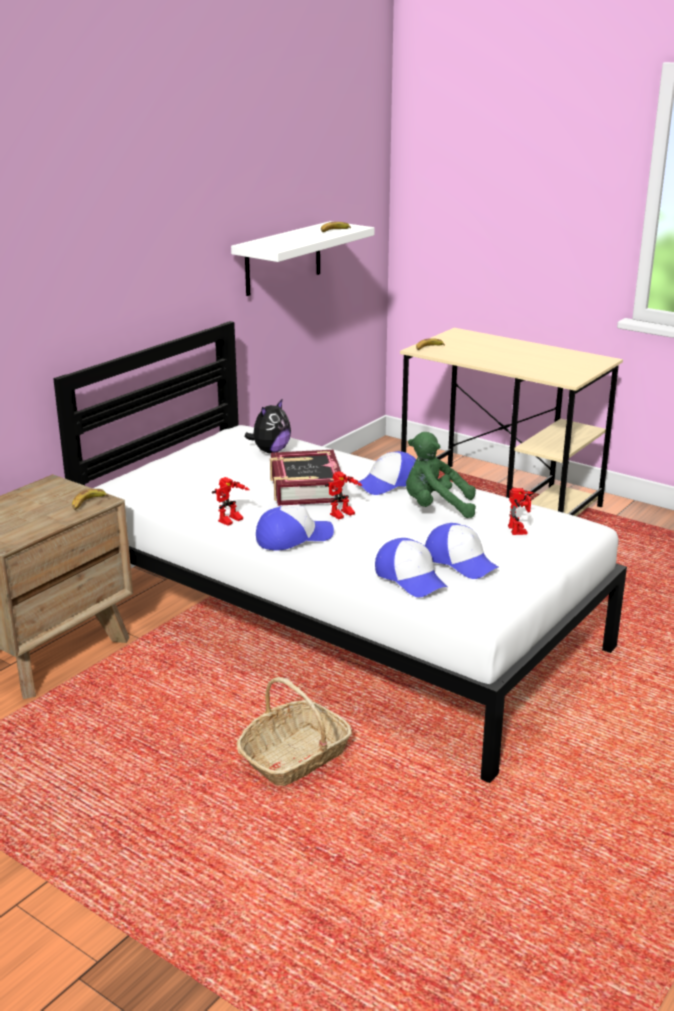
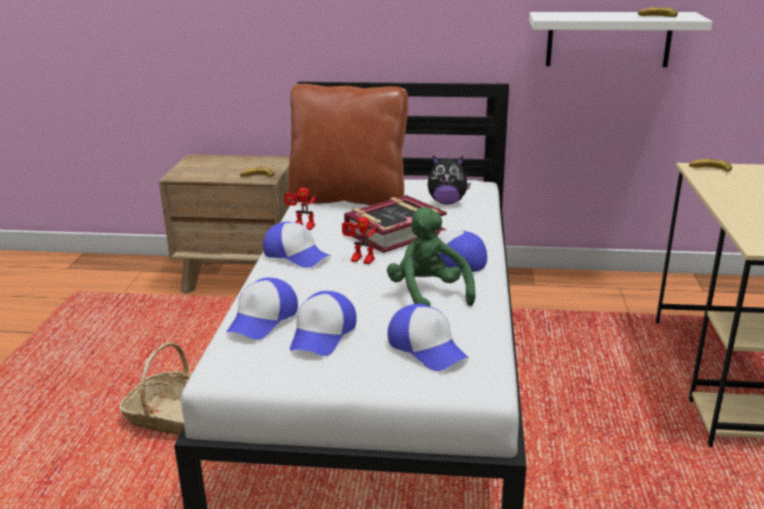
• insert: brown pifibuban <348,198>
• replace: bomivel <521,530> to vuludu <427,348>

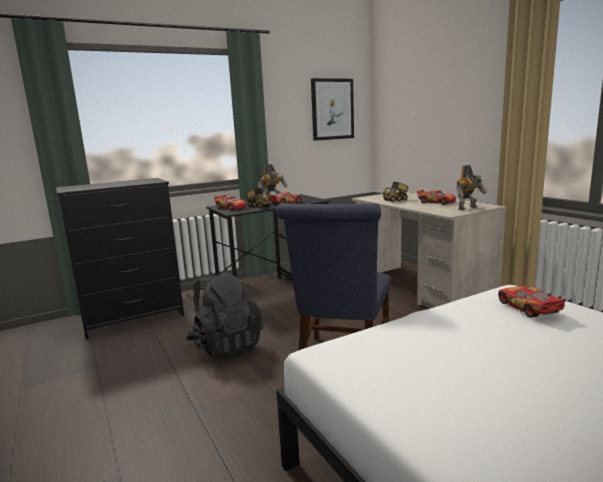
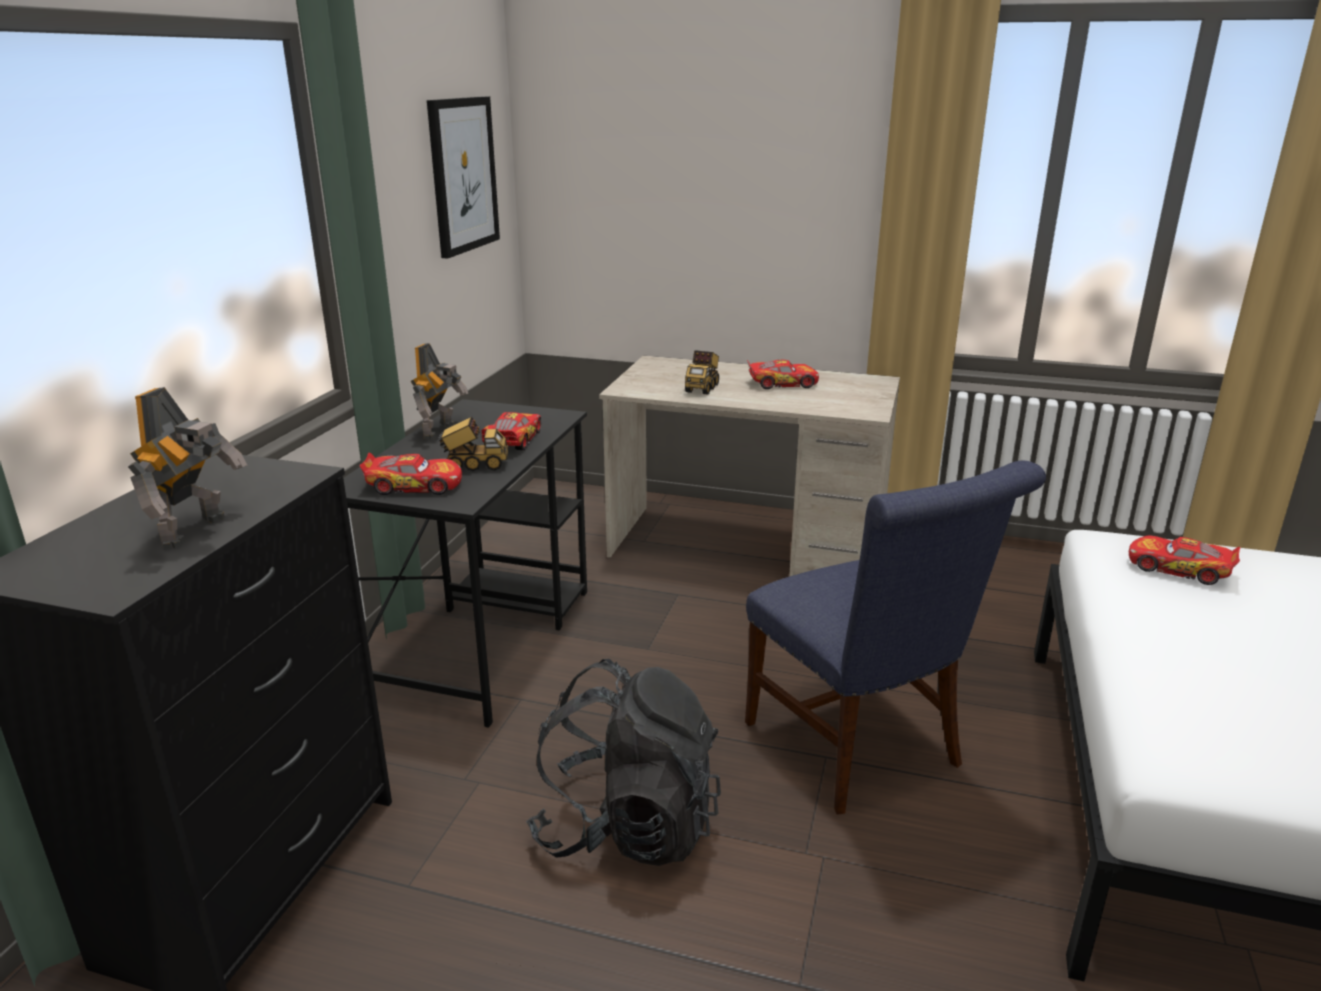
• move: bomivel <468,208> to <198,531>

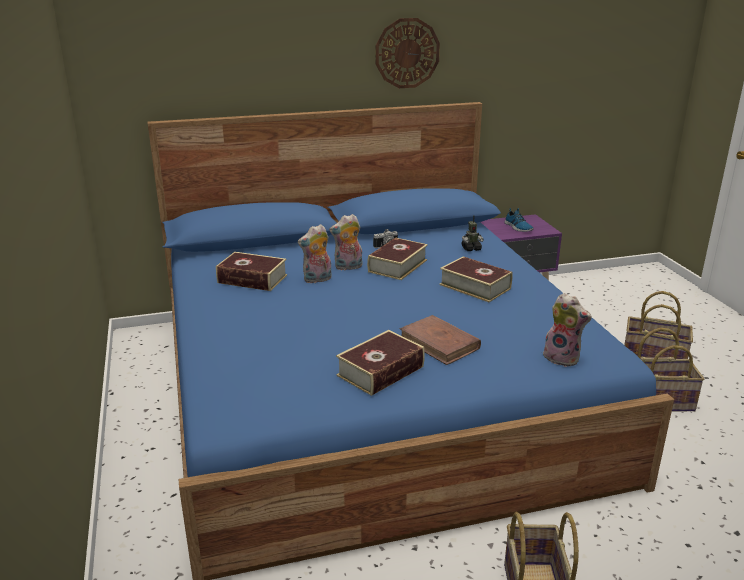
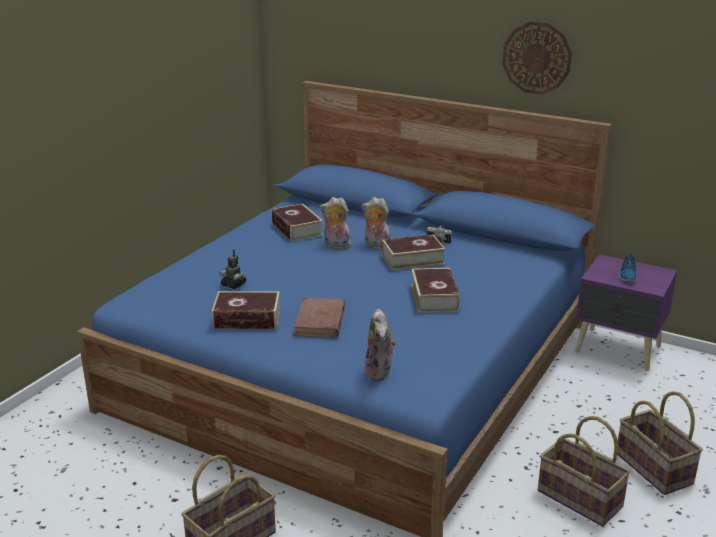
• move: bomivel <471,248> to <233,284>

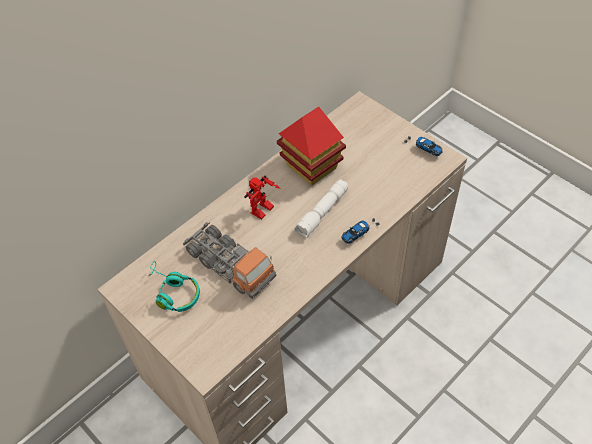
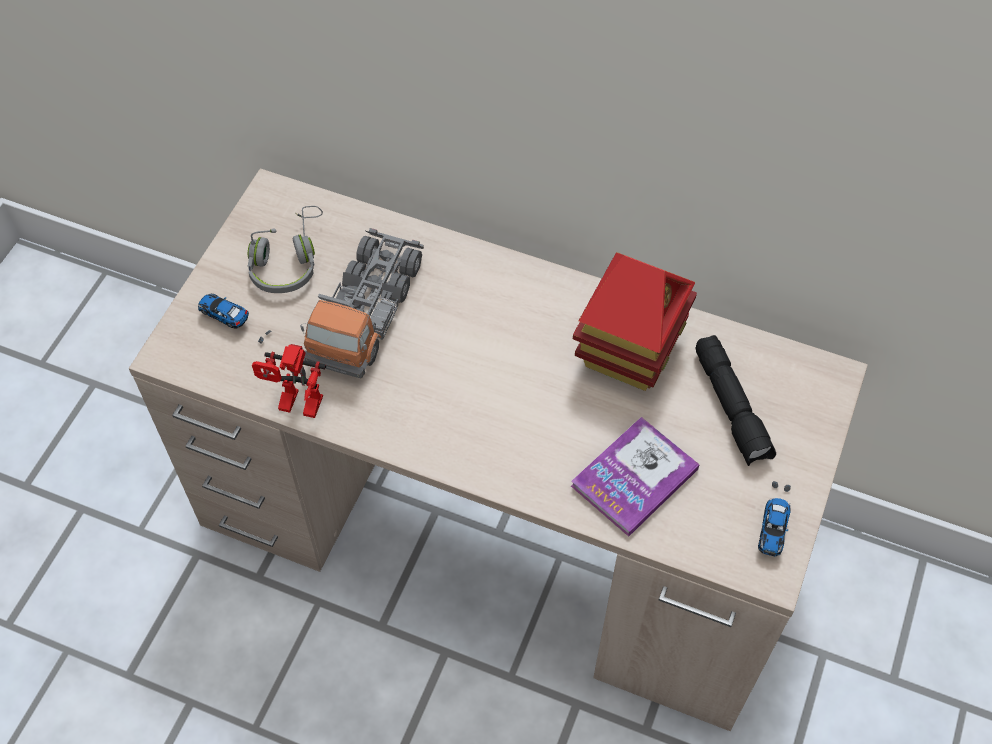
• delete: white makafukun <322,213>
• insert: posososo <634,477>
• insert: black makafukun <732,407>
• move: bomivel <263,212> to <296,407>
• move: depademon <360,233> to <235,323>
• recolor: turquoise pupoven <173,292> to grey pupoven <287,260>

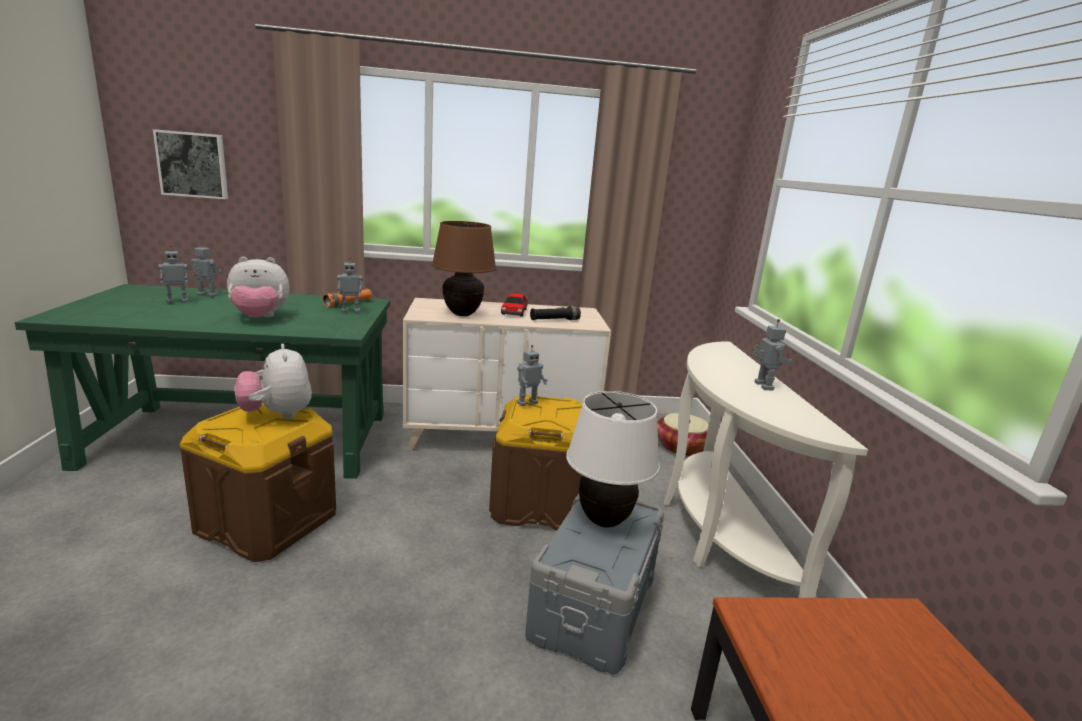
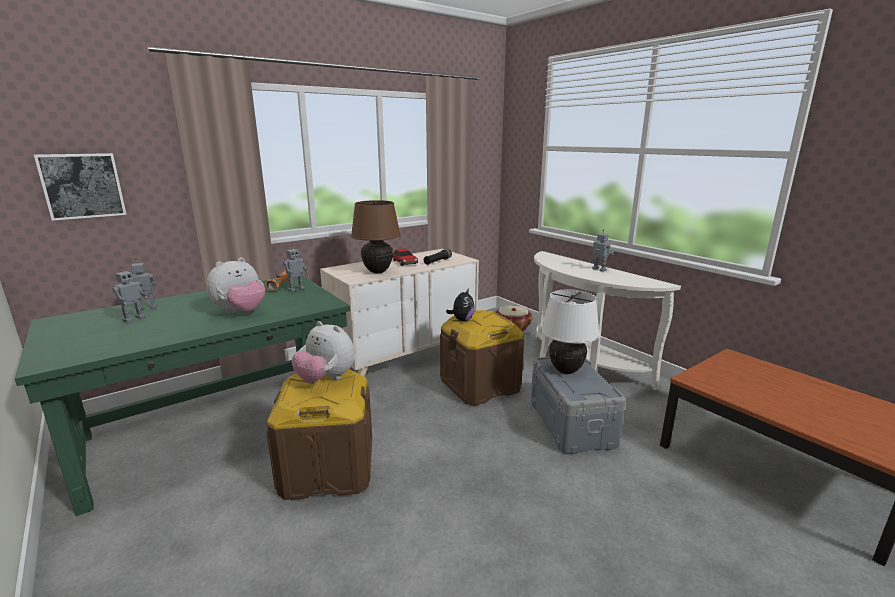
• replace: bomivel <526,403> to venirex <462,320>

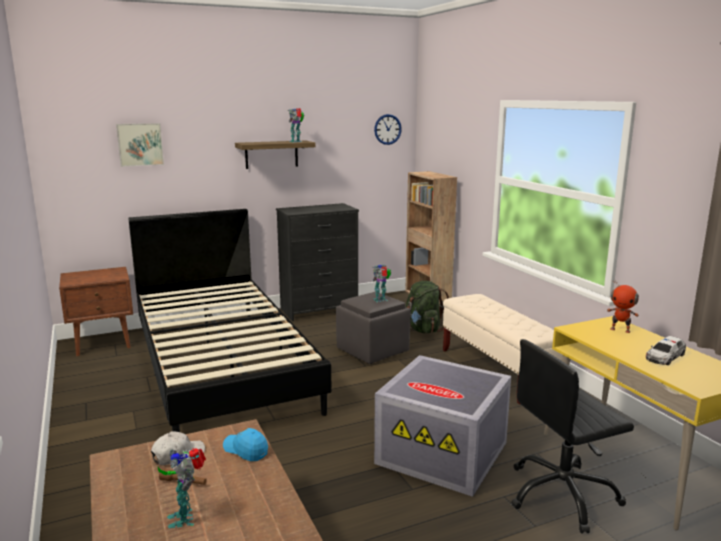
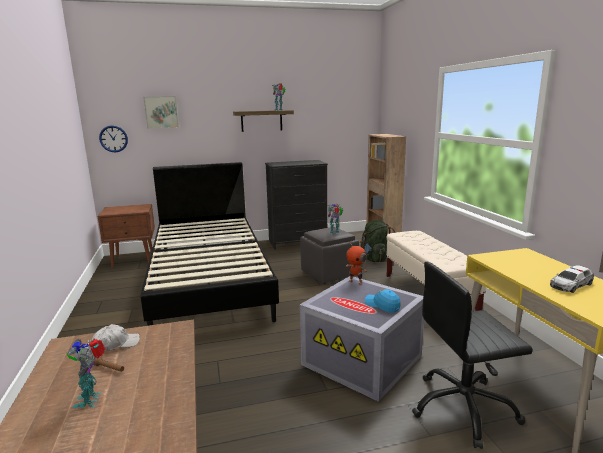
• move: blue vuludu <246,450> to <382,305>
• move: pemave <387,129> to <113,139>
• move: bomivel <620,330> to <356,282>

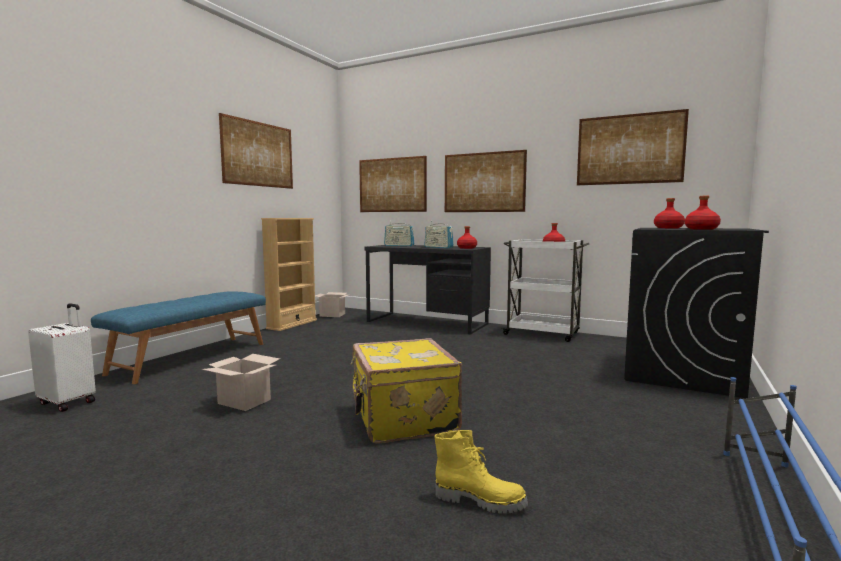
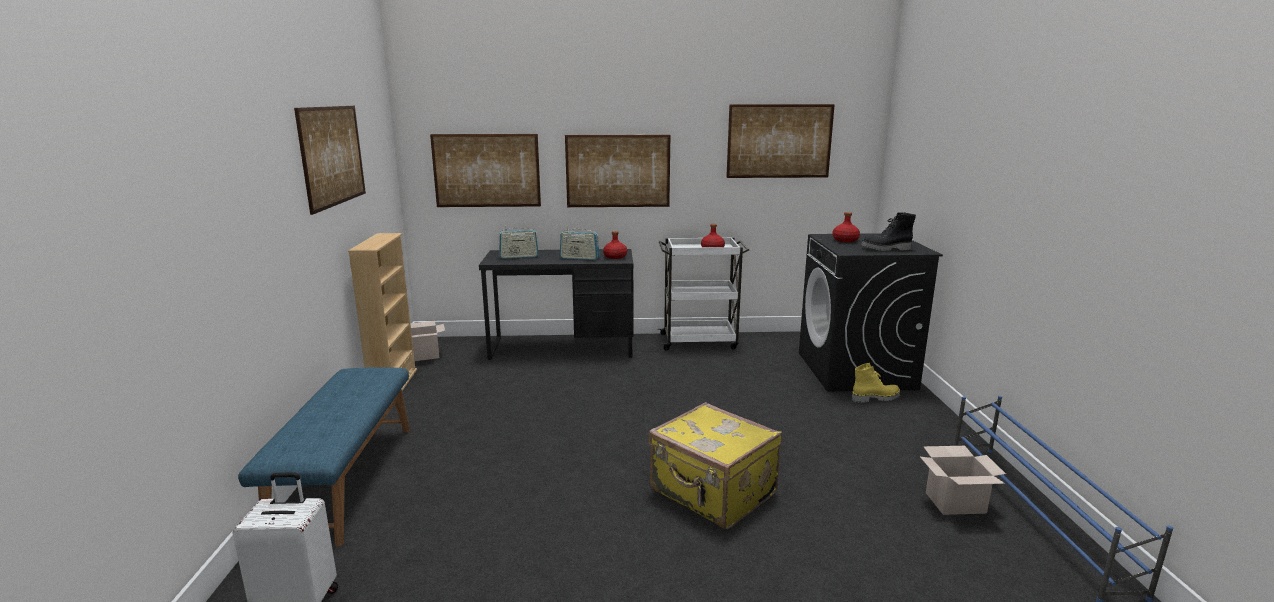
• move: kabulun <245,401> to <956,502>
• move: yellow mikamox <480,500> to <875,398>
• replace: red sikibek <702,229> to black mikamox <886,249>

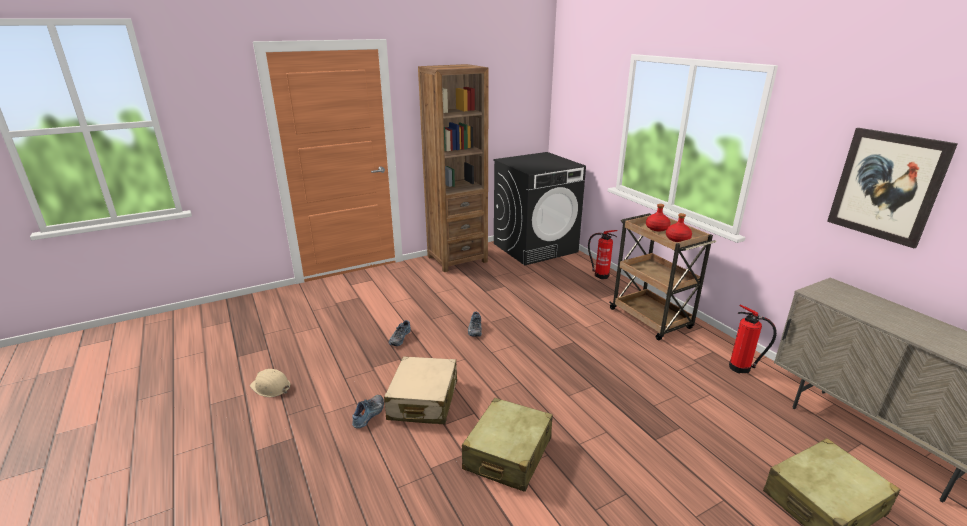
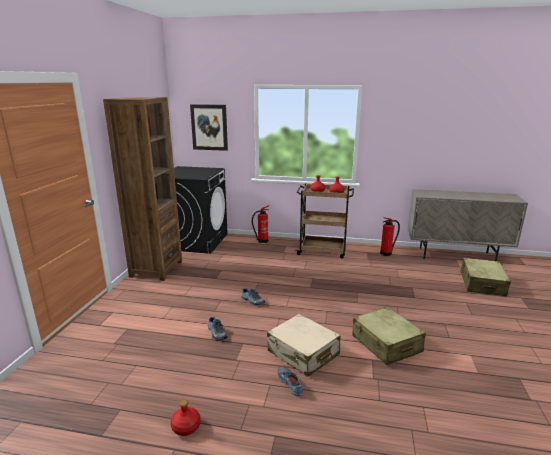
• move: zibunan <886,186> to <209,127>
• replace: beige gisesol <271,387> to red sikibek <186,427>

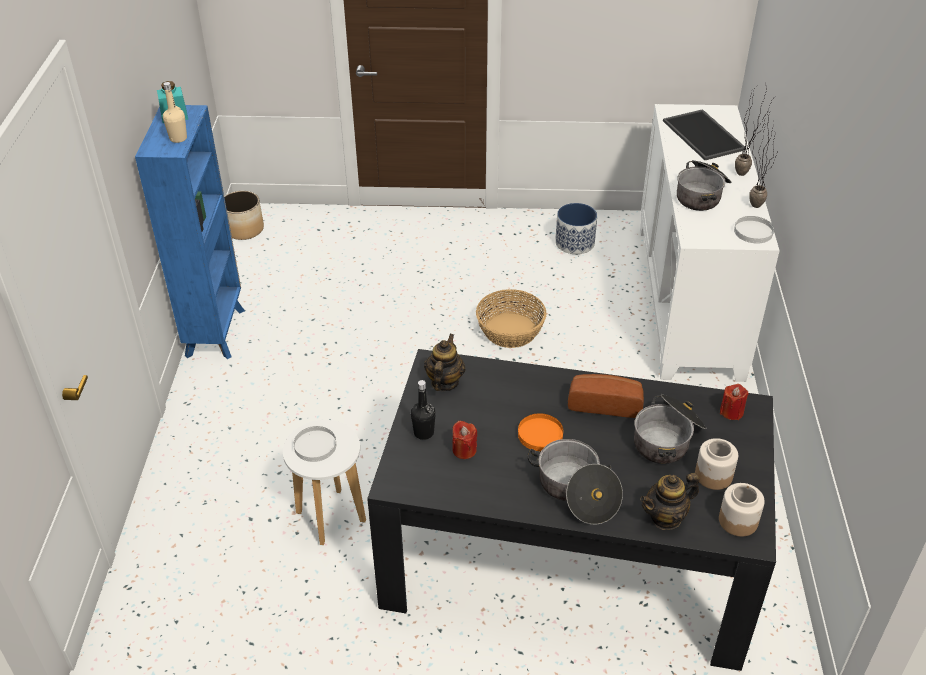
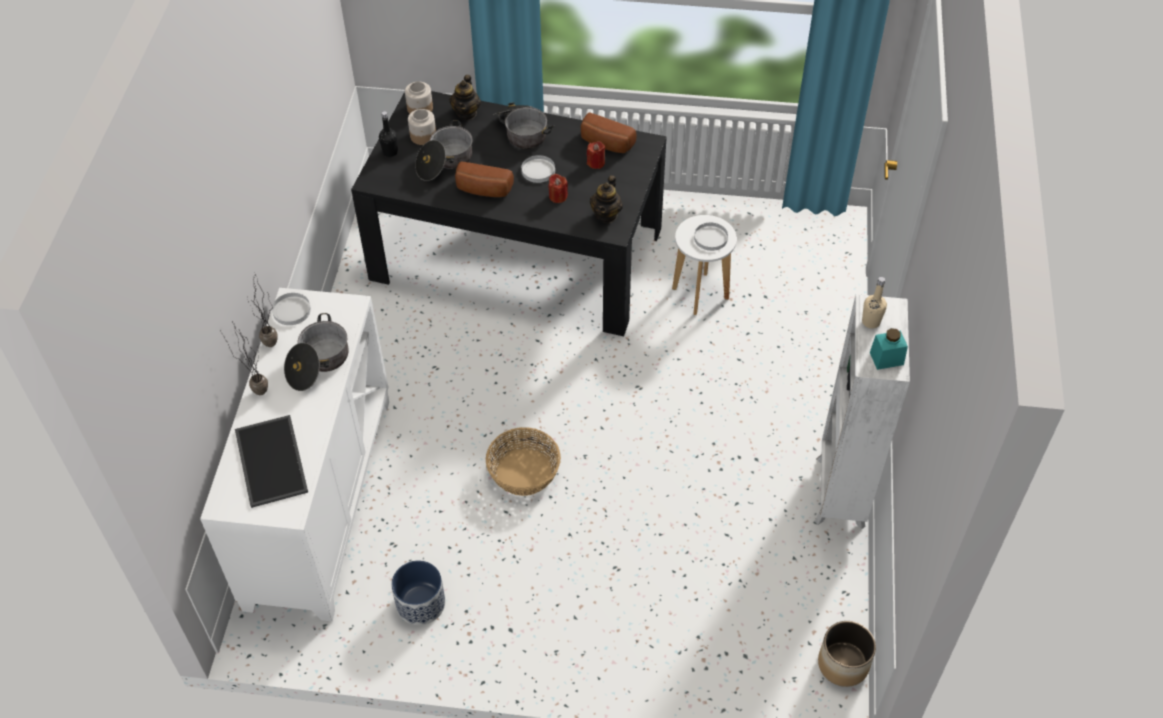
• insert: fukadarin <605,144>
• move: black sikibek <423,433> to <390,152>
• move: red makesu <731,412> to <558,196>
• recolor: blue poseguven <216,331> to white poseguven <839,494>
• recolor: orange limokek <540,434> to white limokek <538,171>
• rotate: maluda <666,517> = <466,113> 120 degrees clockwise

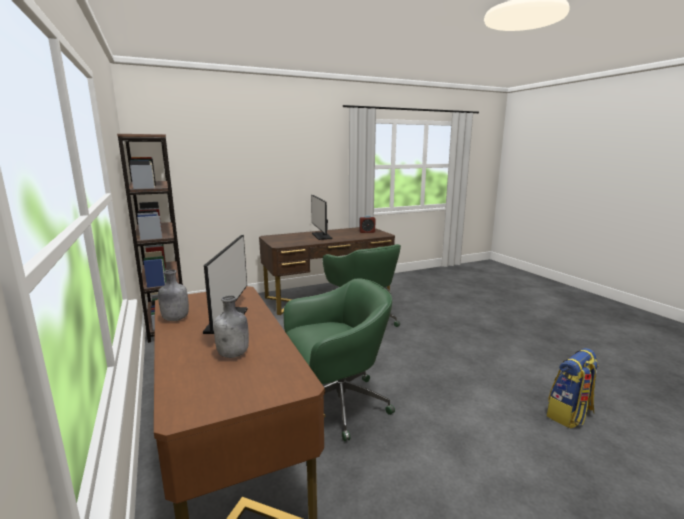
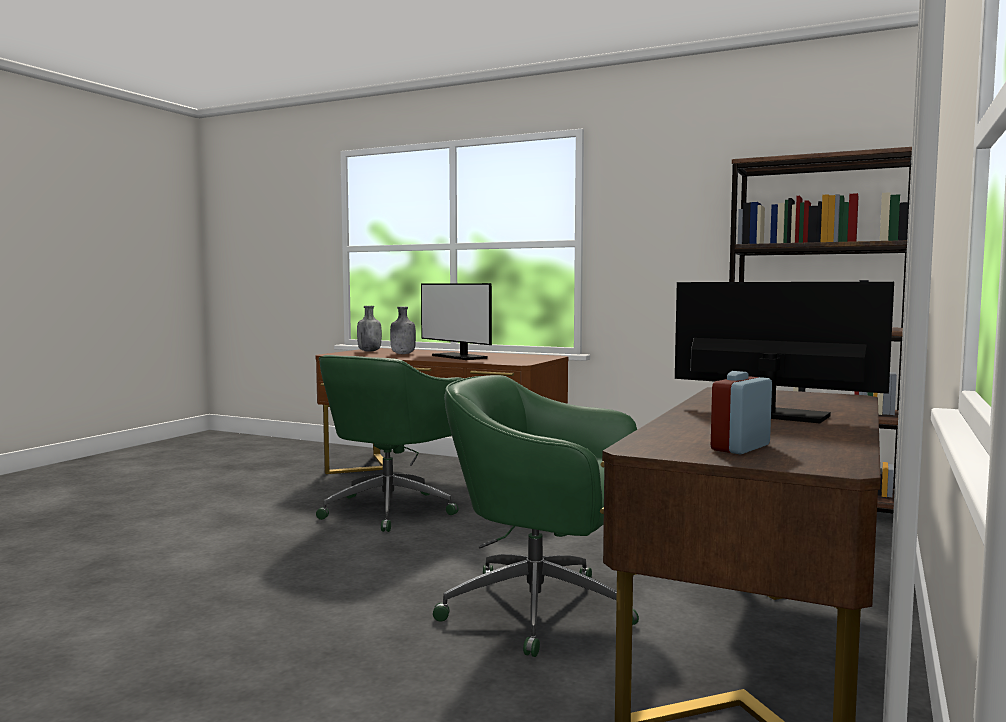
• delete: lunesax <569,415>
• move: grey sikibek <175,319> to <369,351>

